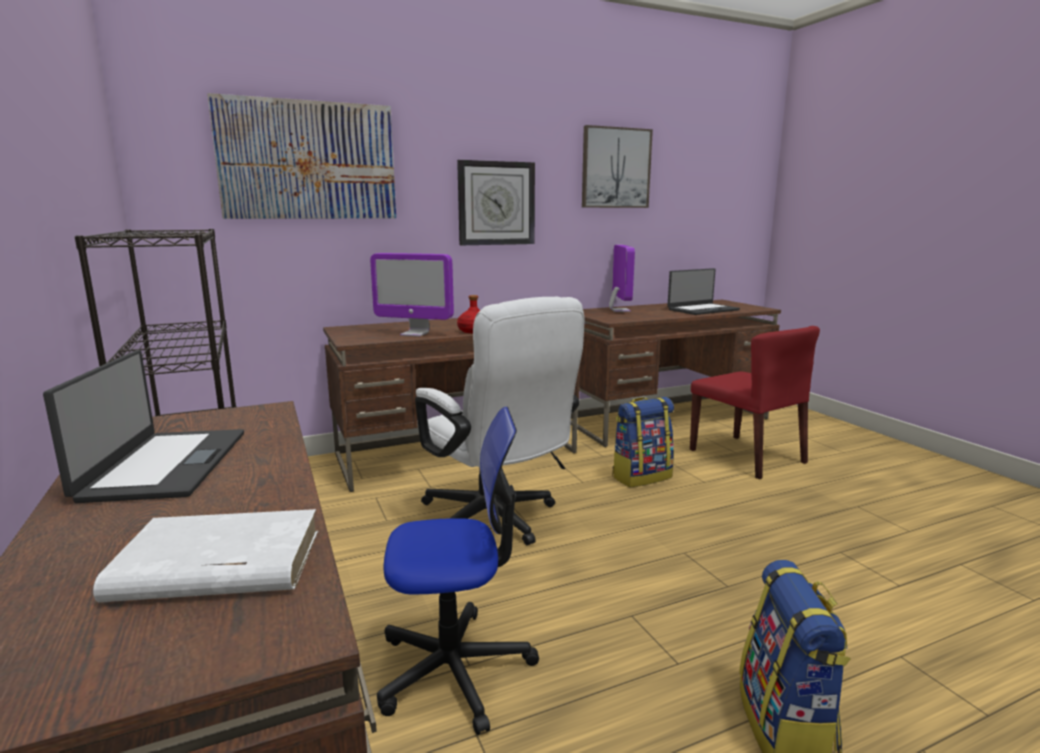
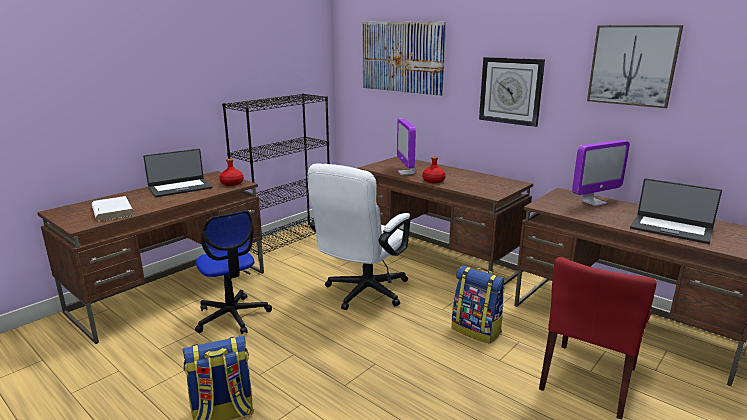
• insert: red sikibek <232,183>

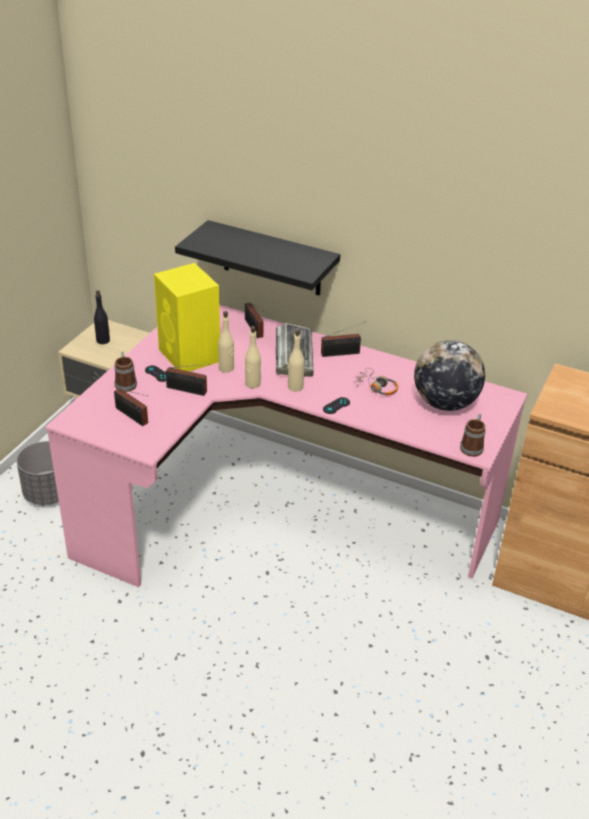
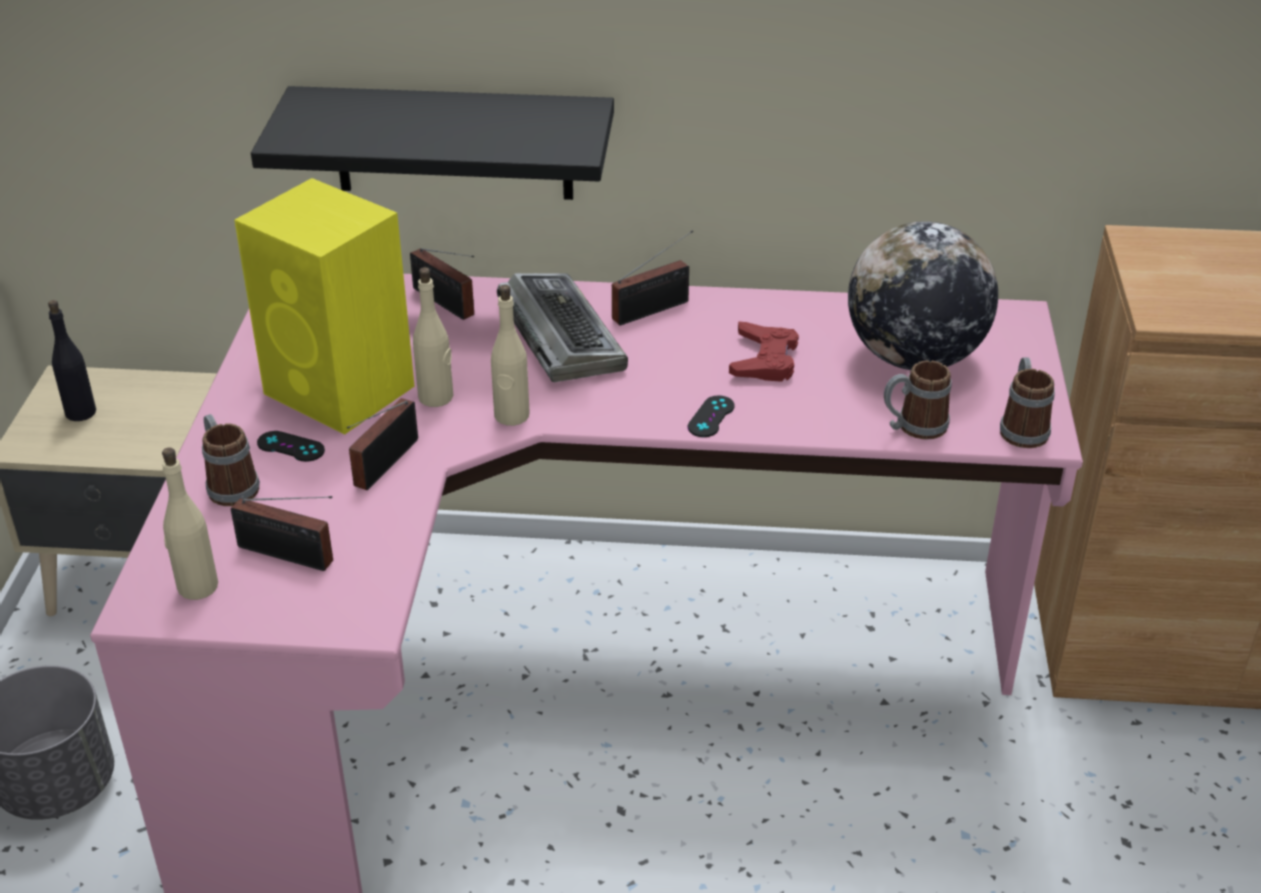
• insert: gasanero <913,427>
• move: beige sikibek <295,387> to <197,586>
• replace: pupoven <376,387> to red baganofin <764,360>
• rotate: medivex <188,390> = <382,465> 120 degrees clockwise

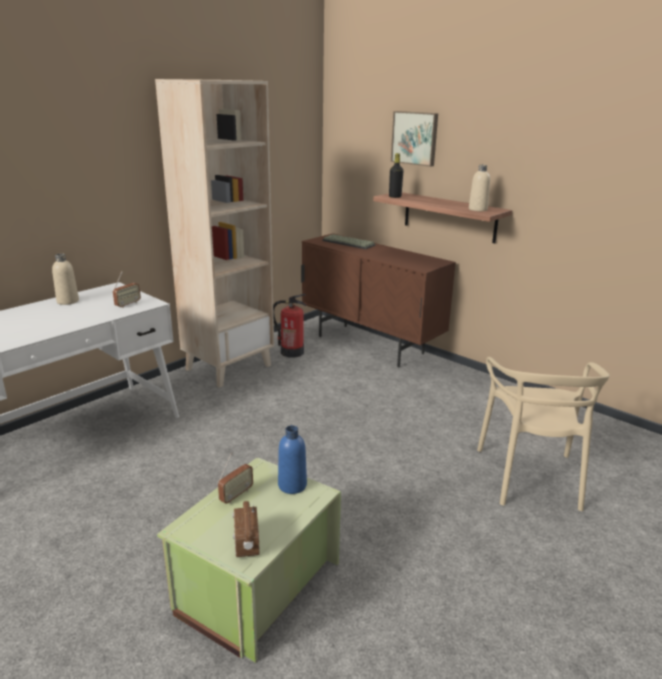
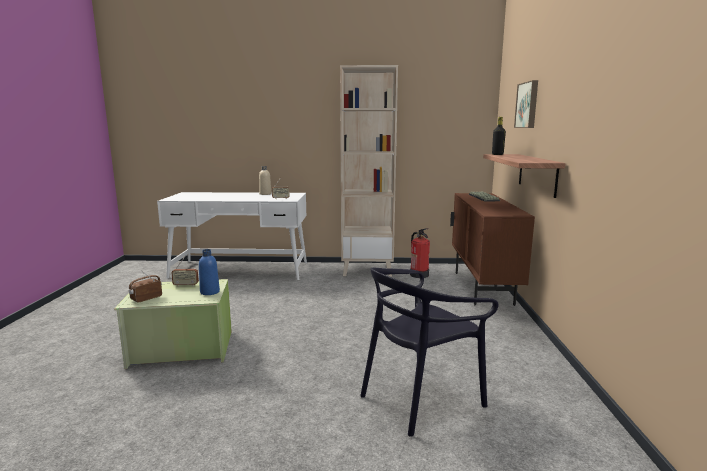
• delete: beige sikibek <478,209>
• recolor: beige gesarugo <530,477> to black gesarugo <420,398>

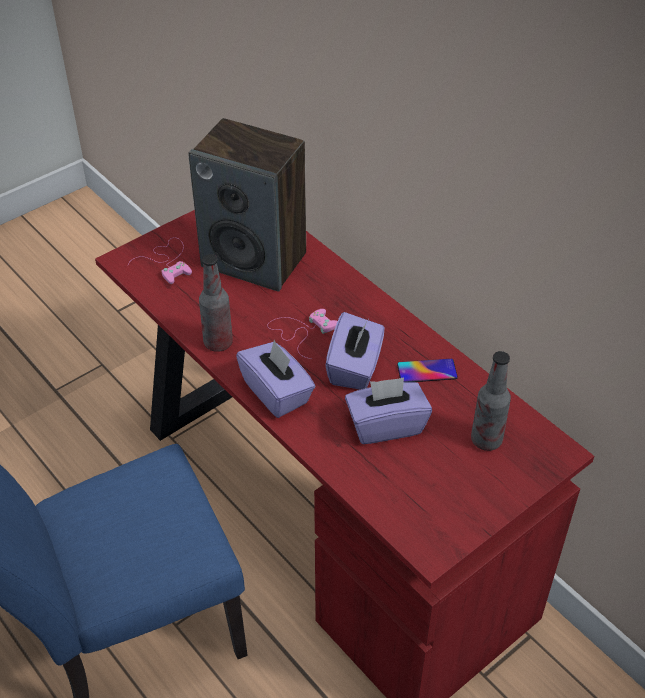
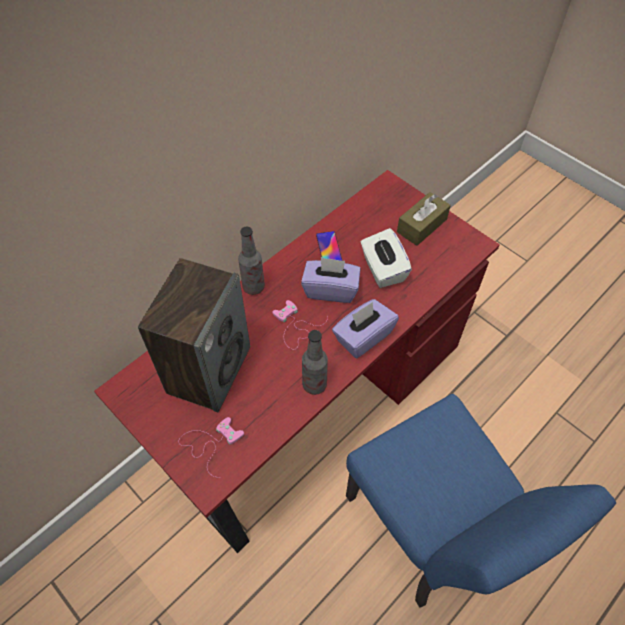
• insert: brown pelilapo <422,225>
• move: sikibek <486,440> to <253,287>
• recolor: purple pelilapo <386,425> to white pelilapo <383,269>

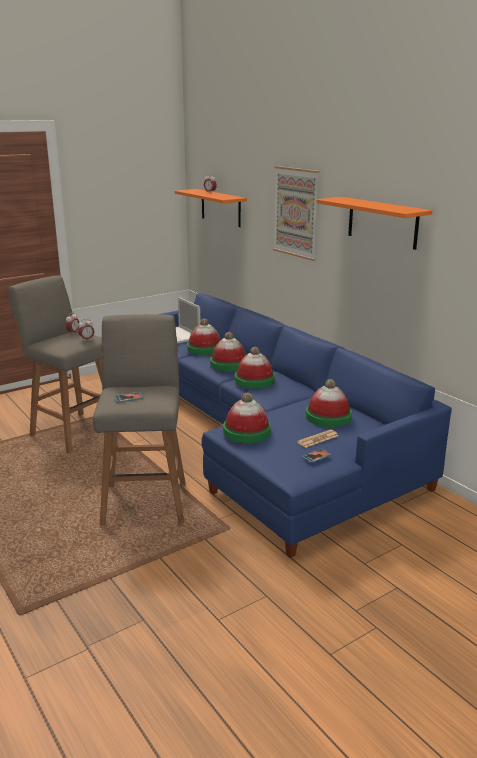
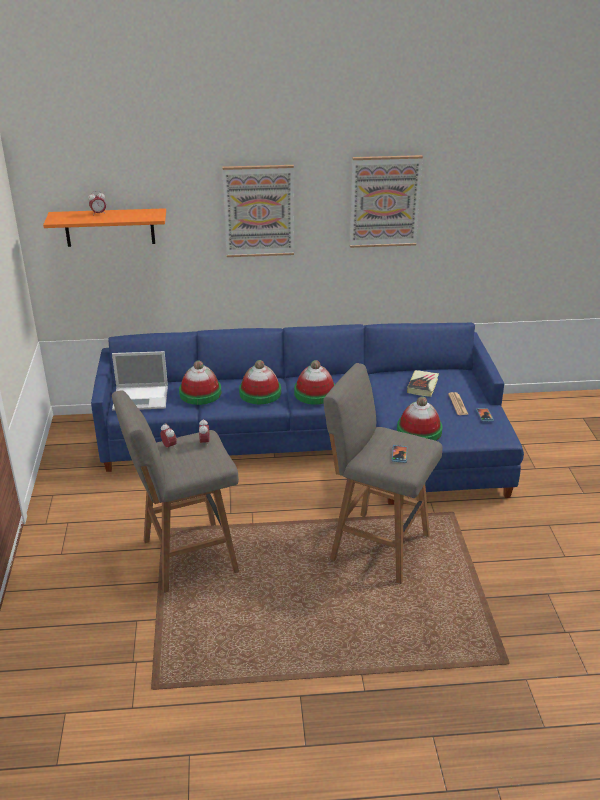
• replace: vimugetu <328,417> to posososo <422,386>
• replace: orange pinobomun <382,222> to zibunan <384,201>

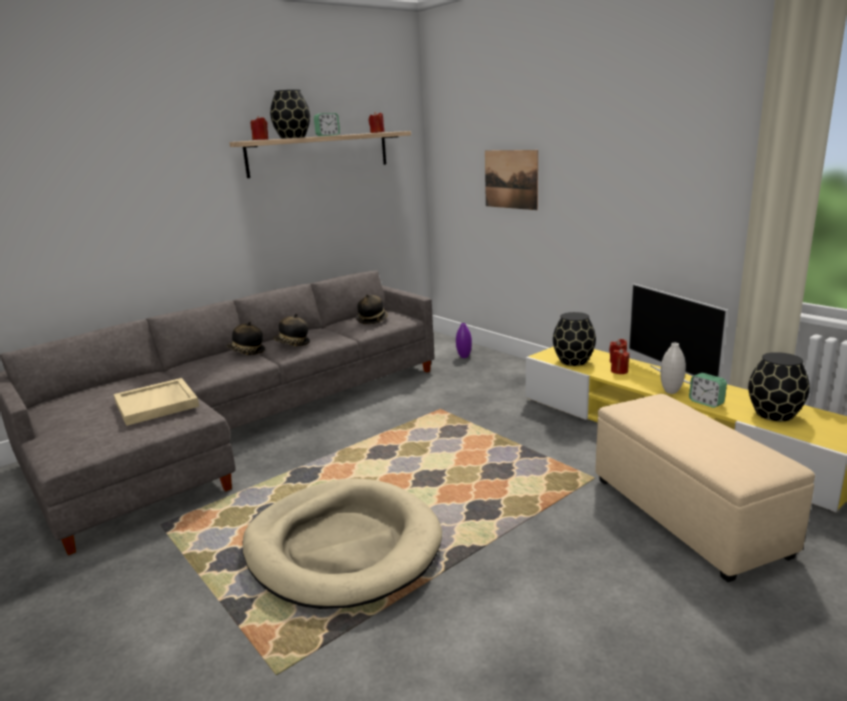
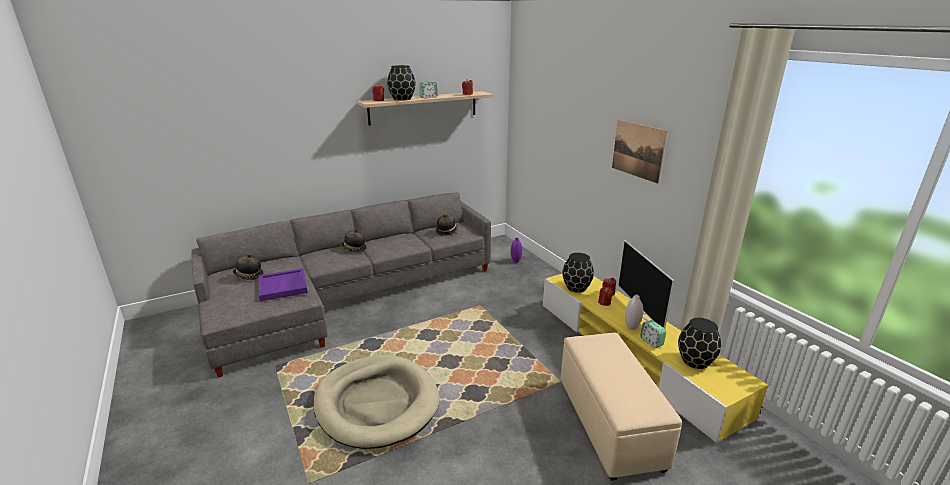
• move: vimugetu <292,344> to <248,276>
• move: zibunan <511,179> to <638,150>
• recolor: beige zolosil <157,404> to purple zolosil <283,286>

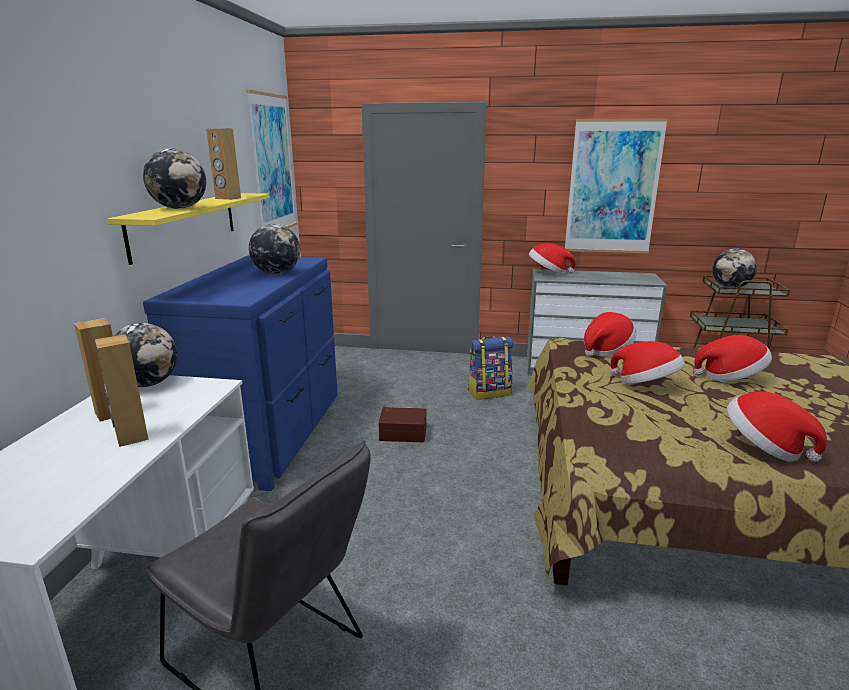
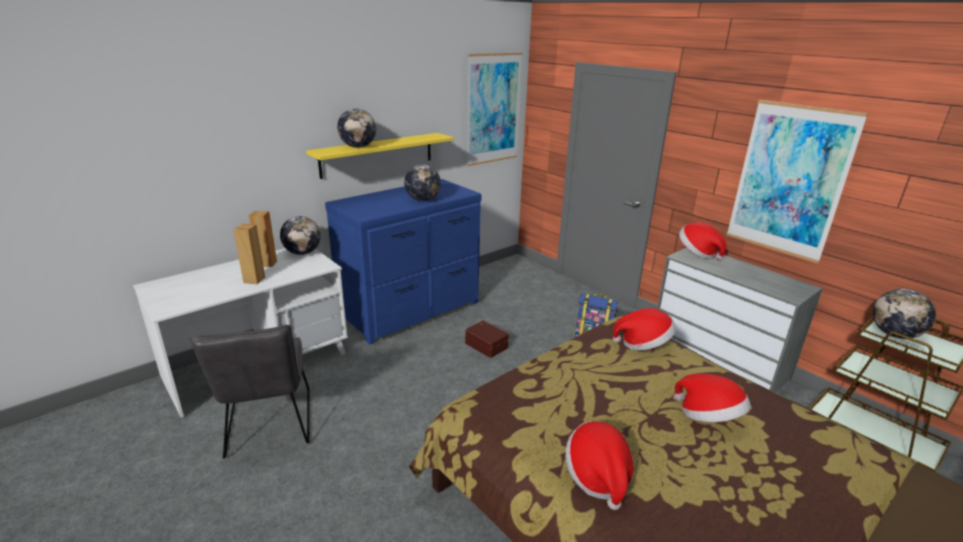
• delete: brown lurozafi <228,198>
• delete: vimugetu <646,384>

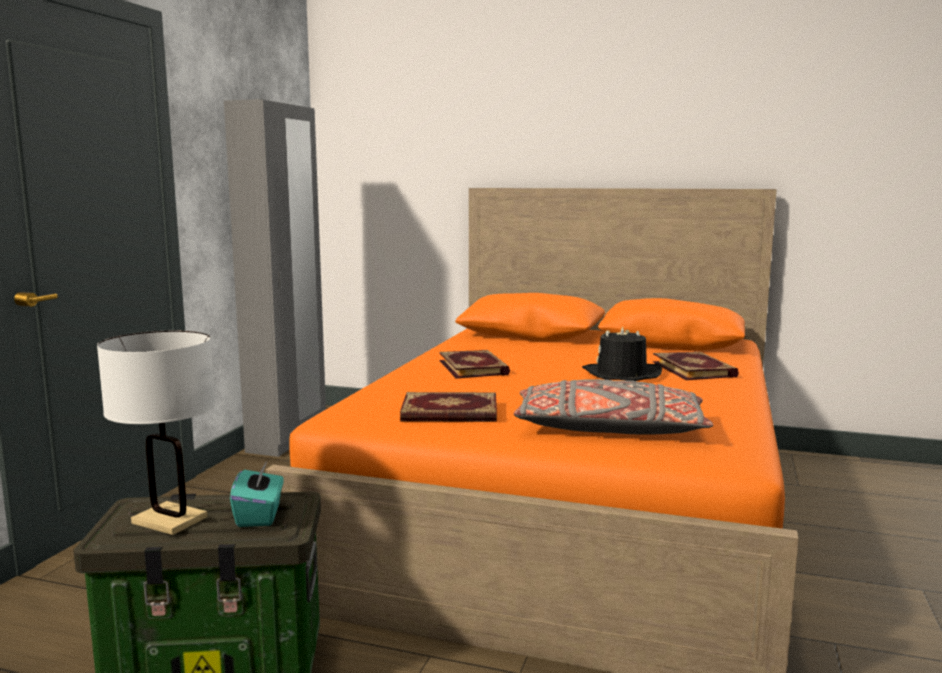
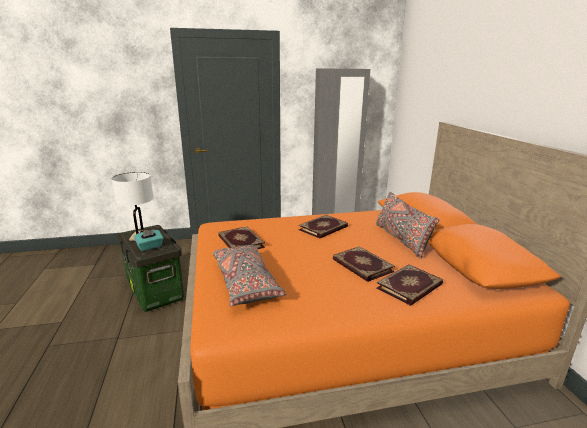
• insert: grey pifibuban <401,239>
• replace: black vimugetu <621,374> to posososo <361,266>

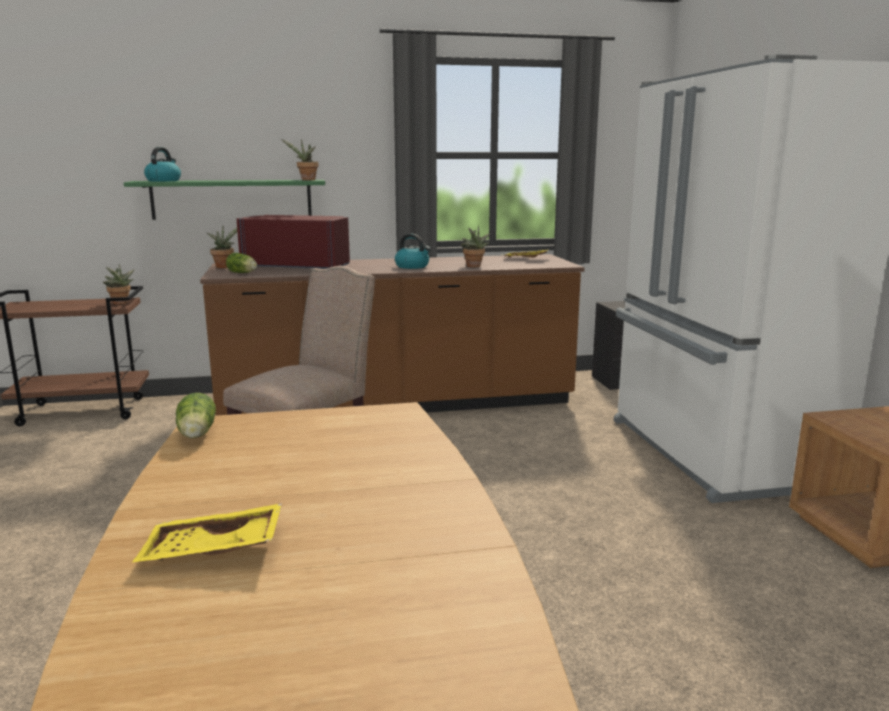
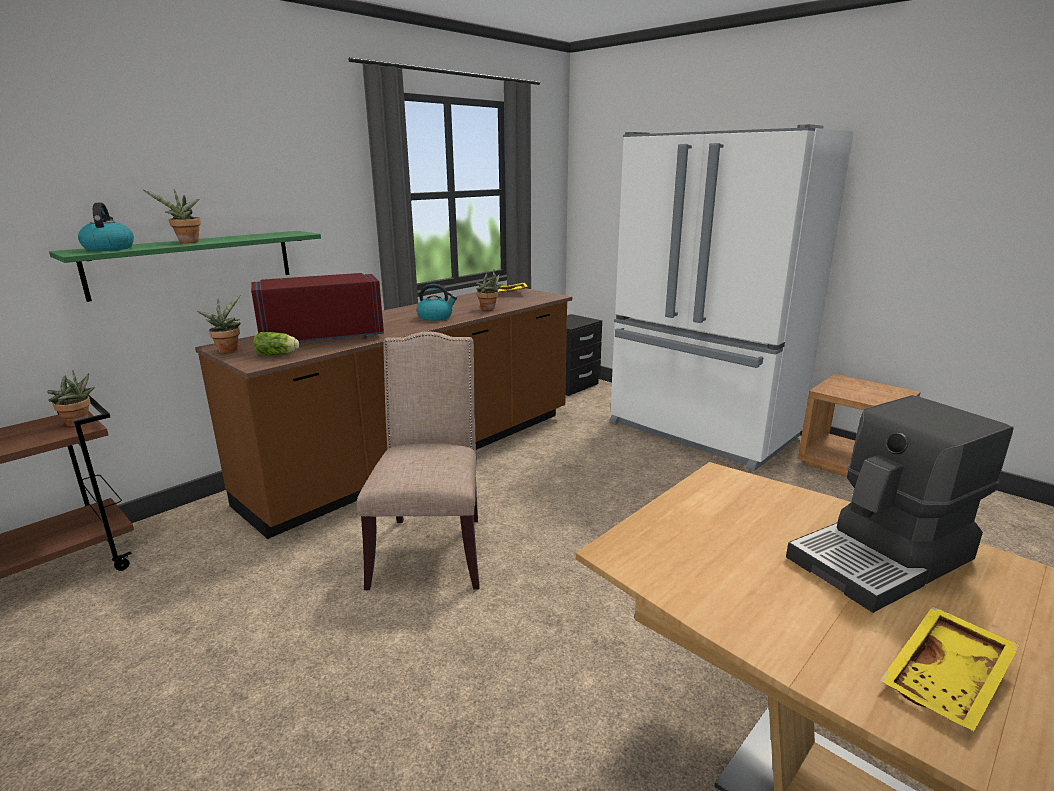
• delete: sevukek <196,435>
• insert: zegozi <883,559>
• move: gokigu <306,180> to <187,242>

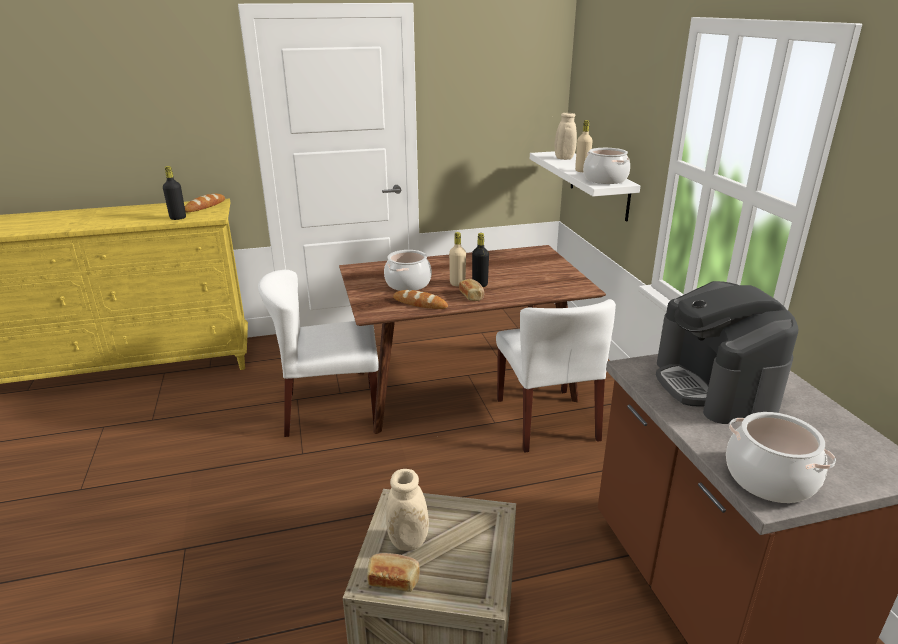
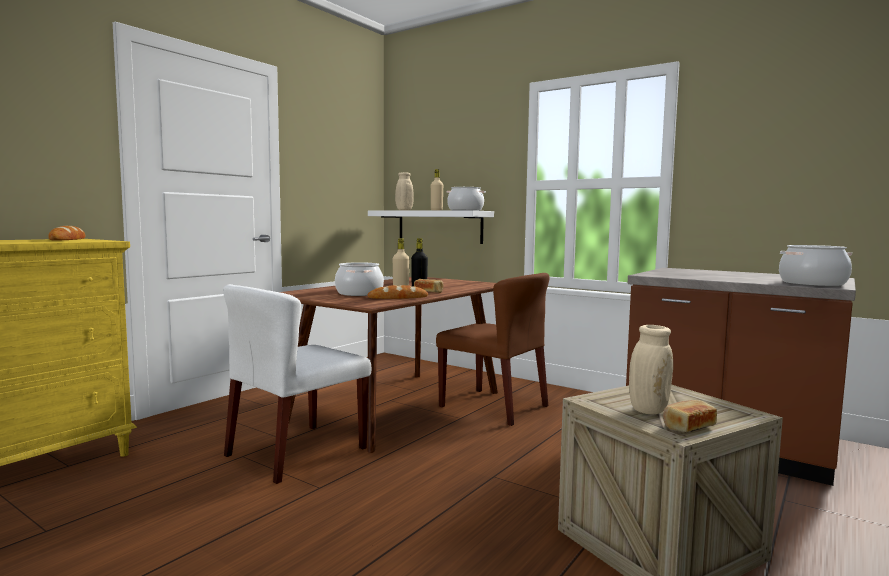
• delete: black sikibek <178,218>
• delete: zegozi <715,386>
• recolor: white gesarugo <547,420> to brown gesarugo <494,406>

